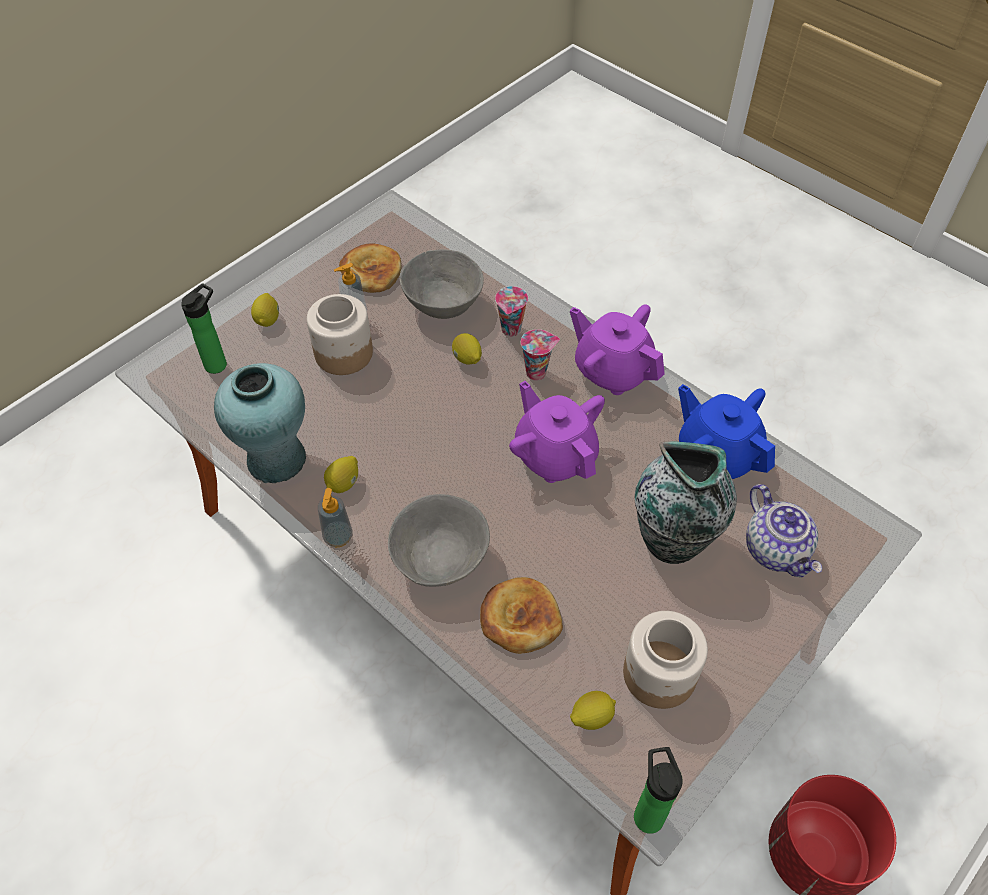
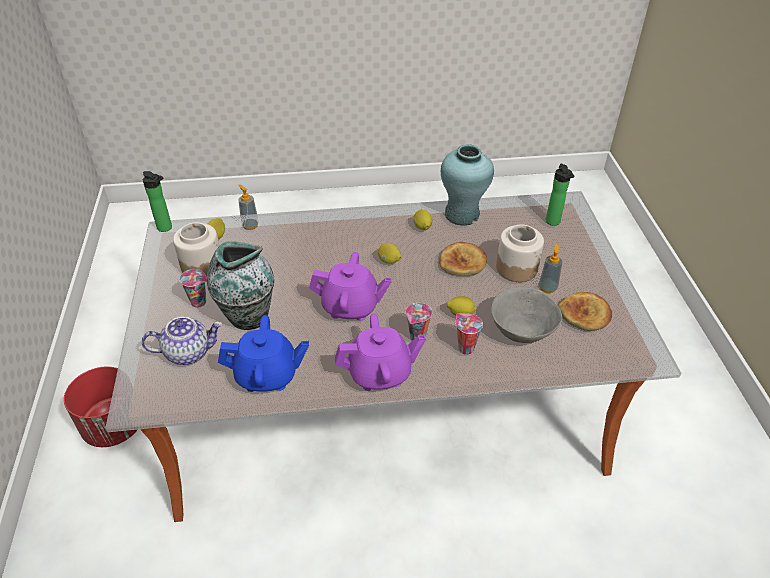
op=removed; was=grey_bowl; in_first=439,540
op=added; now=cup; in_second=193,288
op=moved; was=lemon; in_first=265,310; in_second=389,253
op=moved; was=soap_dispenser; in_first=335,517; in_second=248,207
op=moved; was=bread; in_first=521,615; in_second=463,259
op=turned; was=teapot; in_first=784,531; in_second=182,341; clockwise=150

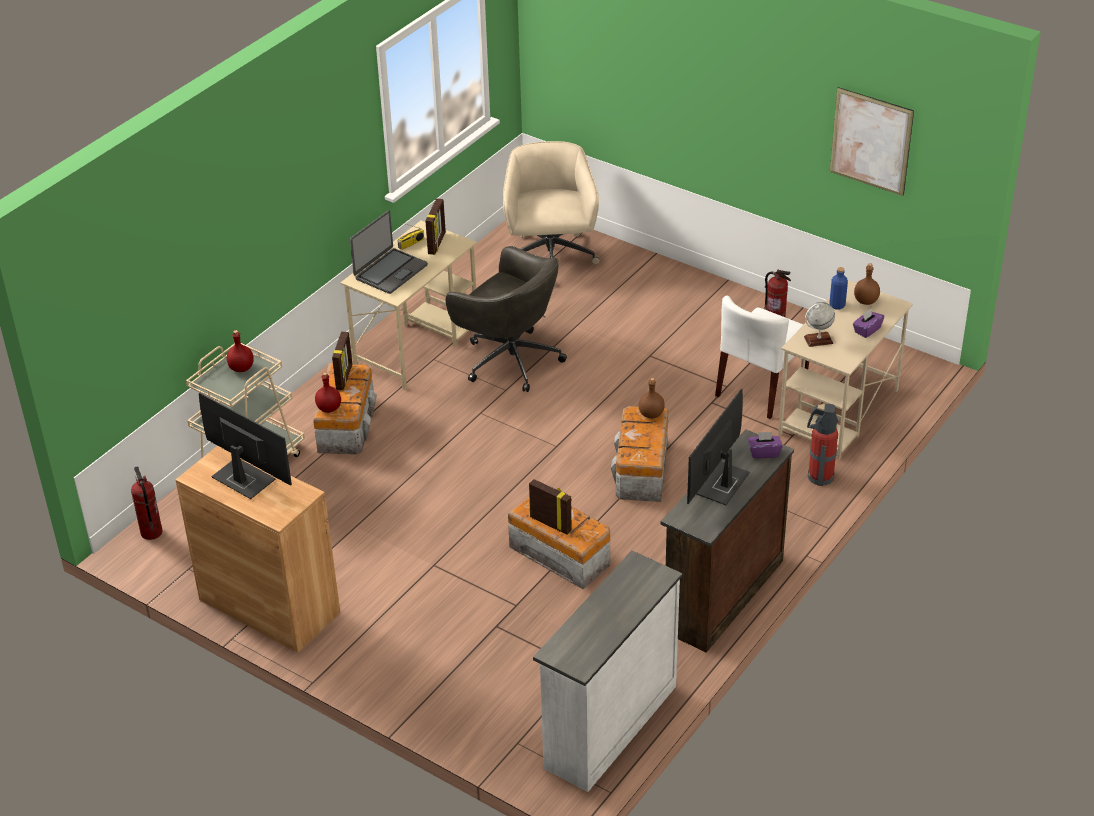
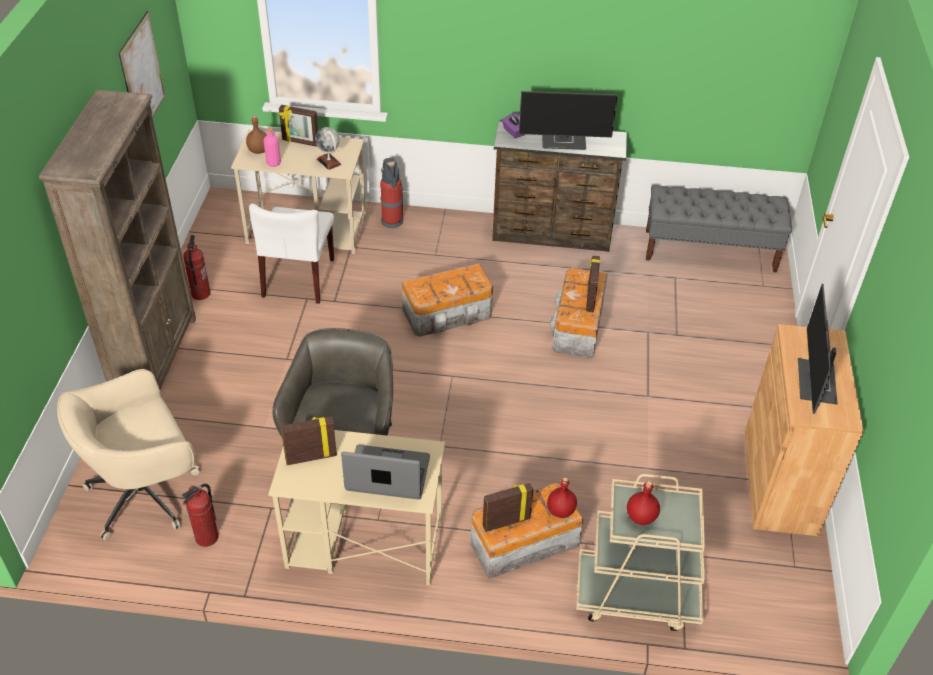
op=removed; was=radio; in_first=411,236
op=removed; was=brown_bottle; in_first=652,398
op=added; now=brown_bookcase; in_second=117,239
op=moved; was=fire_extinguisher; in_first=147,503; in_second=200,515
op=replaced; was=white_dresser; now=grey_bench; in_first=607,671; in_second=719,229
op=replaced; was=purple_tissue_box; now=picture_frame; in_first=868,323; in_second=298,126
op=recoloured; was=blue_bottle; now=pink_bottle; in_first=838,288; in_second=272,147
op=turned; was=white_chair; in_first=762,357; in_second=291,253; clockwise=90

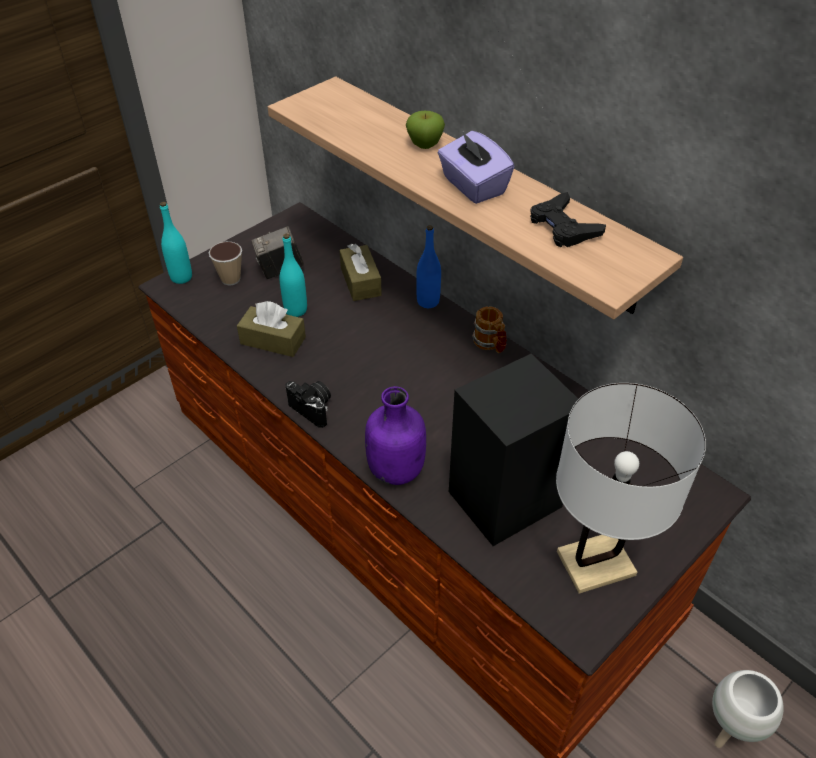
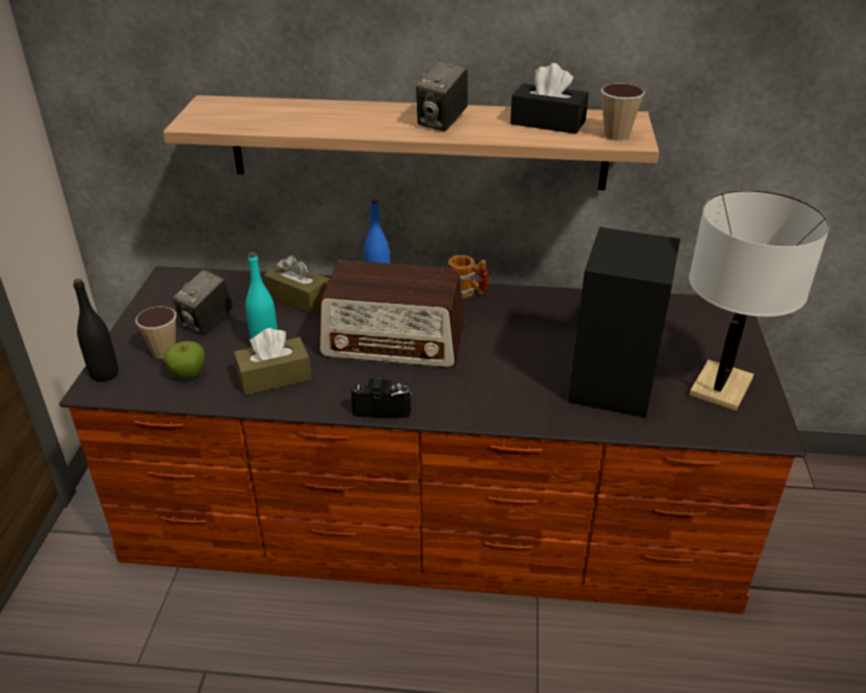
op=removed; was=purple_bottle; in_first=395,435
op=removed; was=white_planter; in_first=748,709
op=added; now=radio; in_second=391,314
op=added; now=cup; in_second=623,112
op=moved; was=apple; in_first=425,130; in_second=184,360
op=replaced; was=purple_tissue_box; now=photo_camera; in_first=476,167; in_second=442,96
op=replaced; was=black_game_controller; now=black_tissue_box; in_first=568,219; in_second=549,98
op=recoloured; was=turquoise_bottle; now=black_bottle; in_first=176,243; in_second=95,330

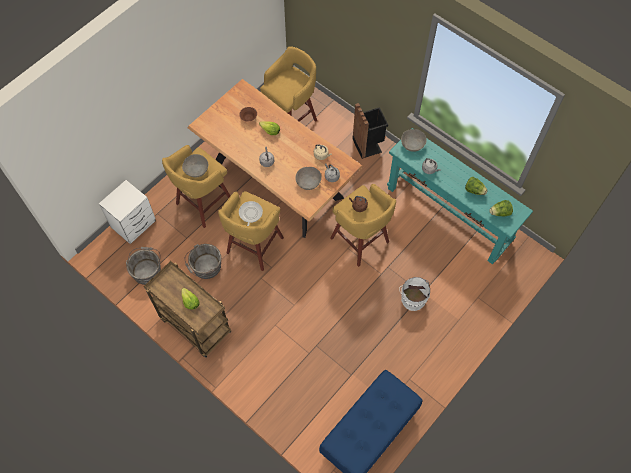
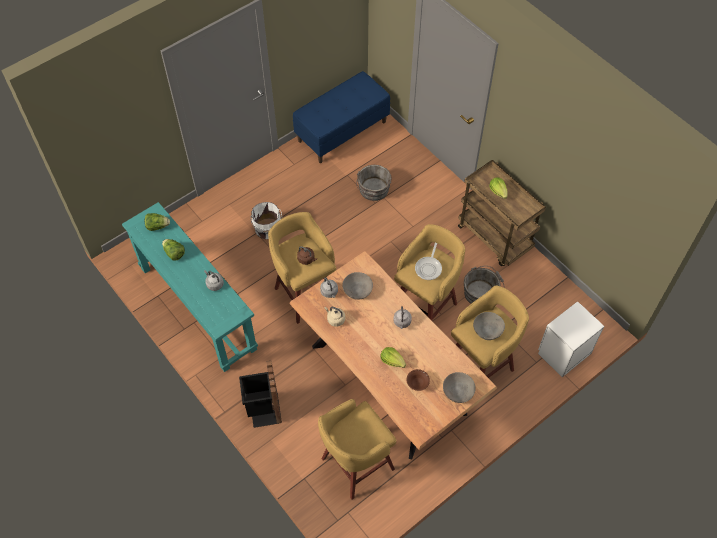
op=moved; was=grey_bucket; in_first=143,266; in_second=373,183
op=moved; was=grey_bowl; in_first=414,140; in_second=459,387

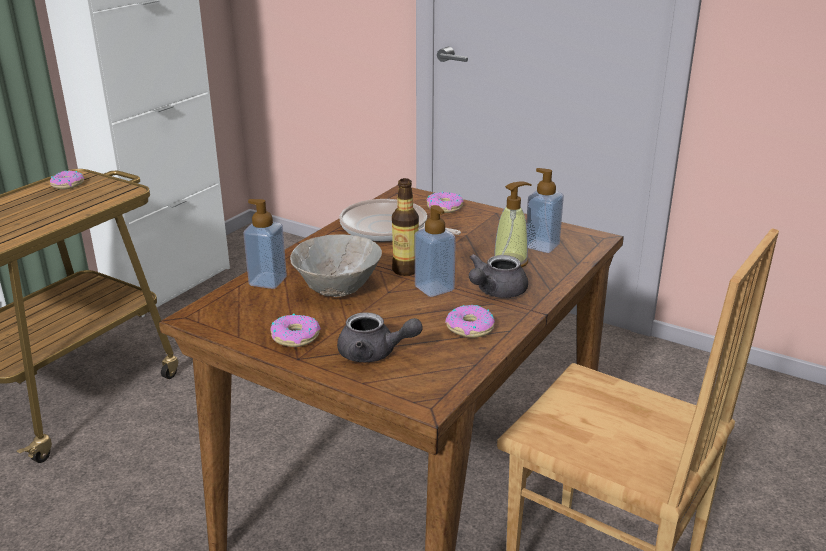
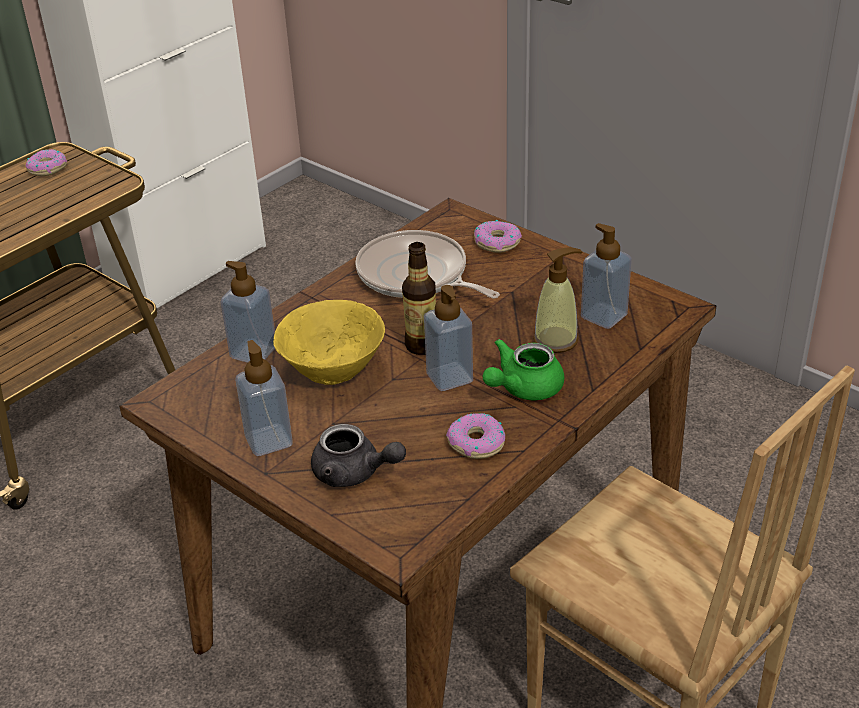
op=replaced; was=donut; now=soap_dispenser; in_first=295,330; in_second=264,398
op=recoloured; was=grey_bowl; now=yellow_bowl; in_first=336,265; in_second=329,342
op=recoloured; was=grey_teapot; now=green_teapot; in_first=498,276; in_second=523,369

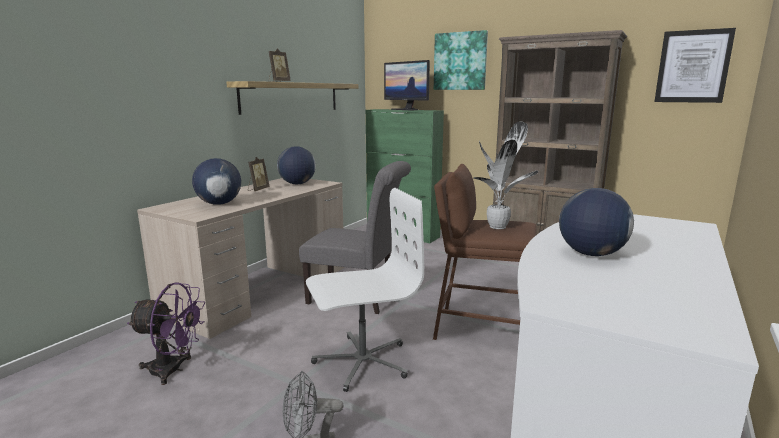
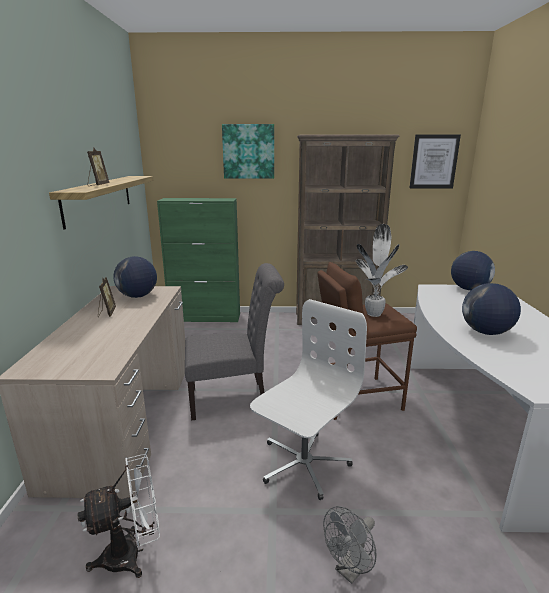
op=removed; was=monitor; in_first=407,85
op=moved; was=globe; in_first=216,181; in_second=473,270
op=recoloured; was=purple_fan; now=white_fan; in_first=166,333; in_second=119,516

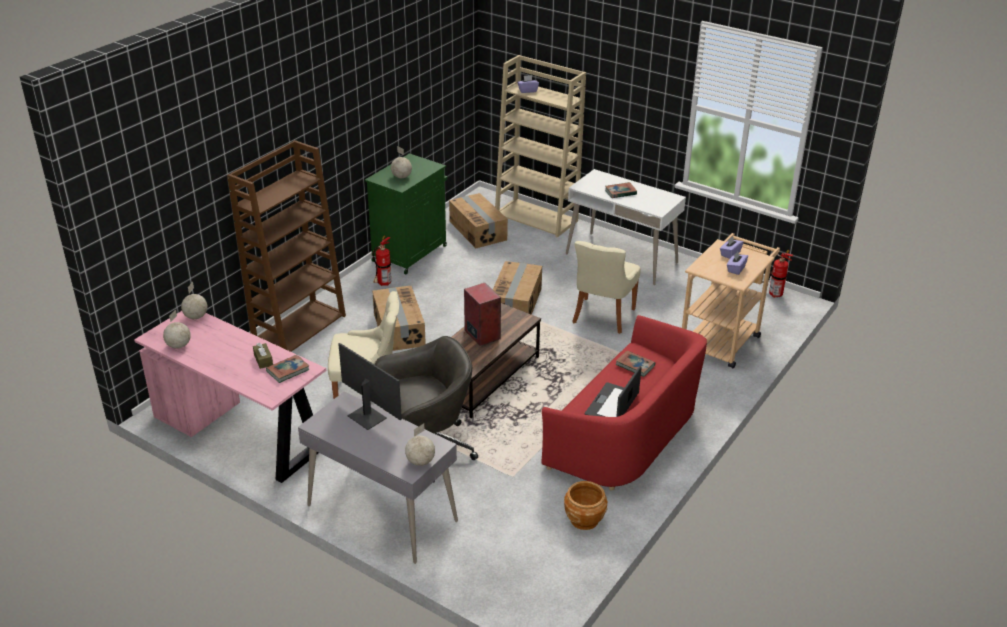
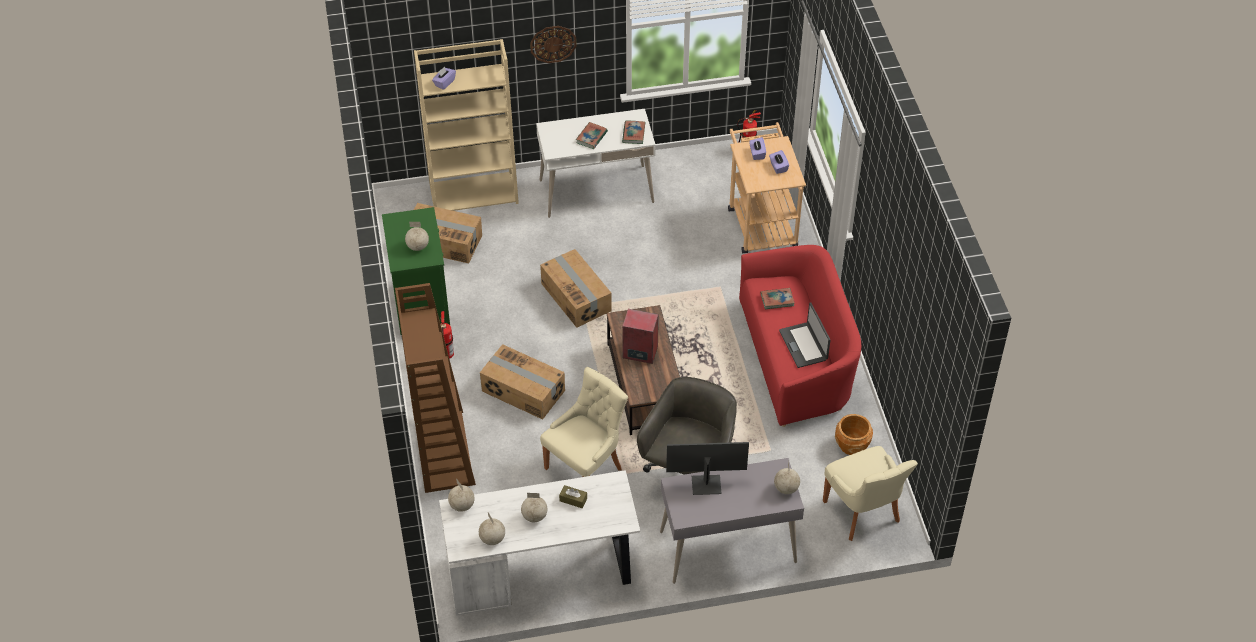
op=added; now=globe; in_second=534,507
op=added; now=wall_clock; in_second=553,44
op=moved; was=book; in_first=288,369; in_second=633,132
op=moved; was=beige_chair; in_first=606,287; in_second=870,493
op=recoloured; was=pink_desk; now=white_desk; in_first=230,397; in_second=539,542

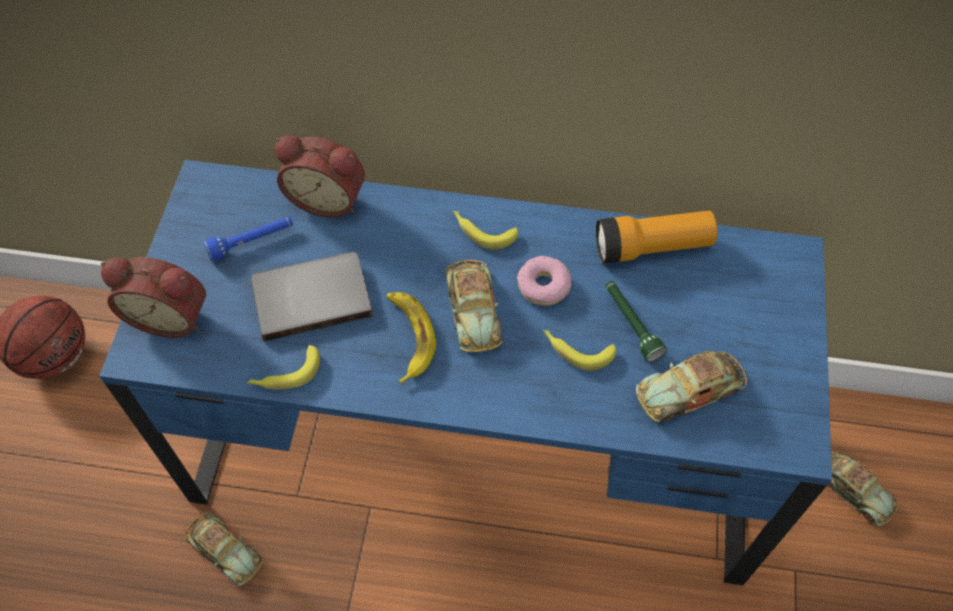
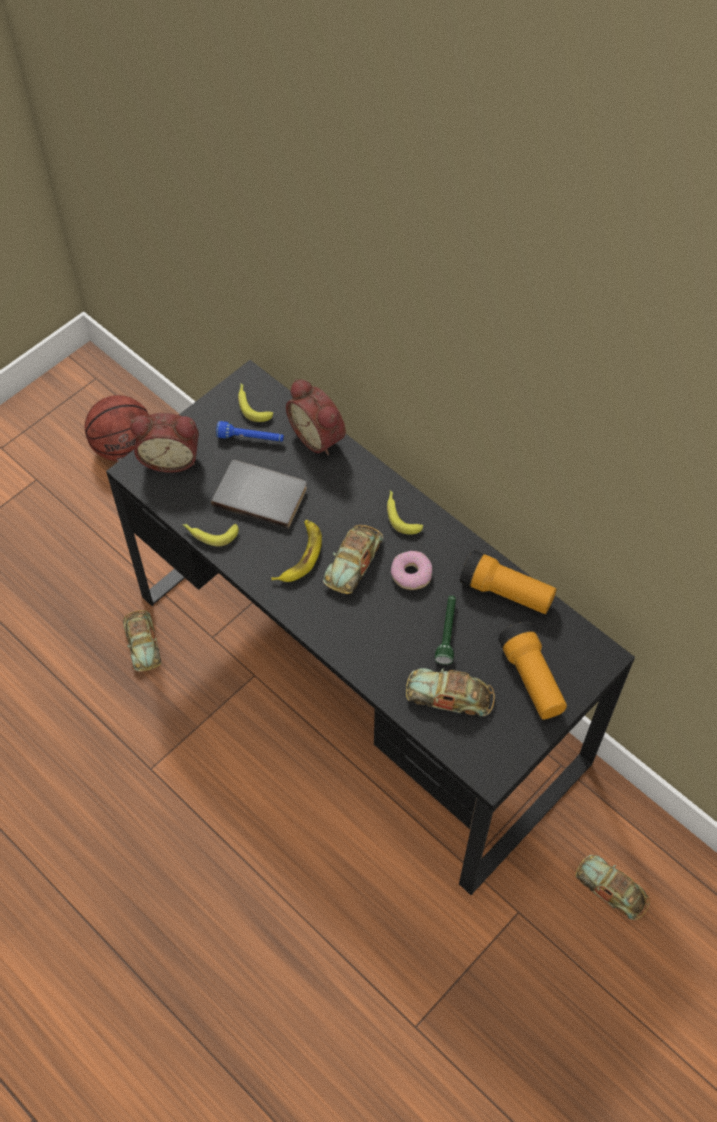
op=added; now=flashlight; in_second=532,671
op=moved; was=banana; in_first=579,350; in_second=255,402
op=recoloured; was=blue_desk; now=black_desk; in_first=465,372; in_second=370,627
op=turned; was=alarm_clock; in_first=153,297; in_second=164,443; clockwise=-45
op=turned; was=toy_car; in_first=862,489; in_second=612,887; clockwise=135

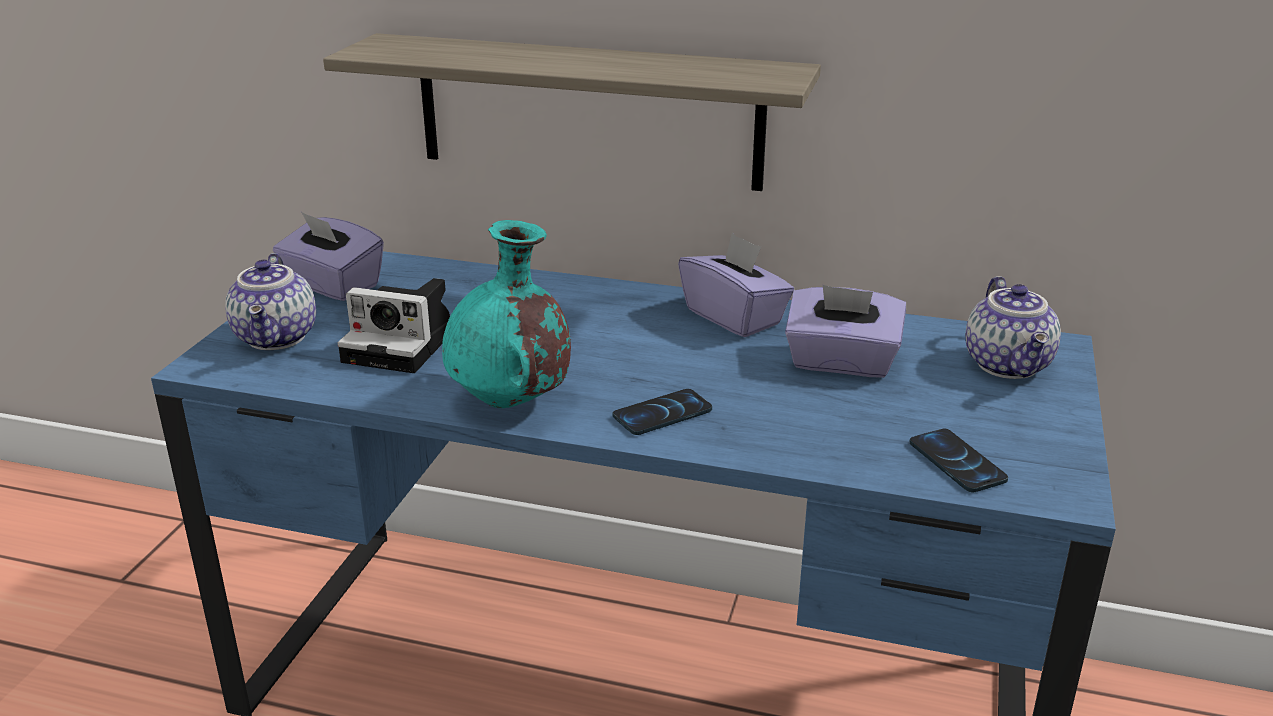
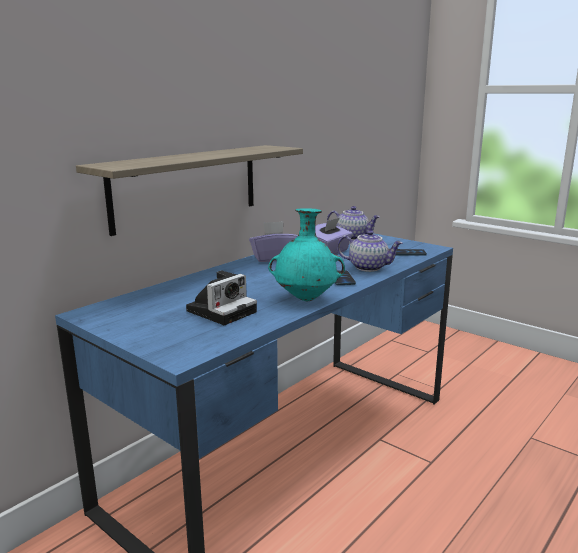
op=removed; was=purple_tissue_box; in_first=328,256
op=moved; was=teapot; in_first=270,301; in_second=370,251

